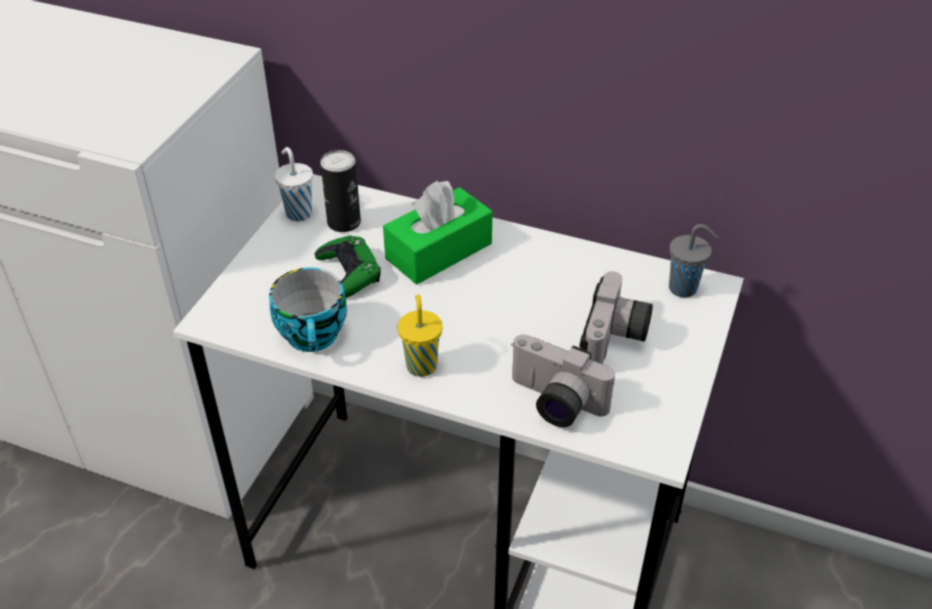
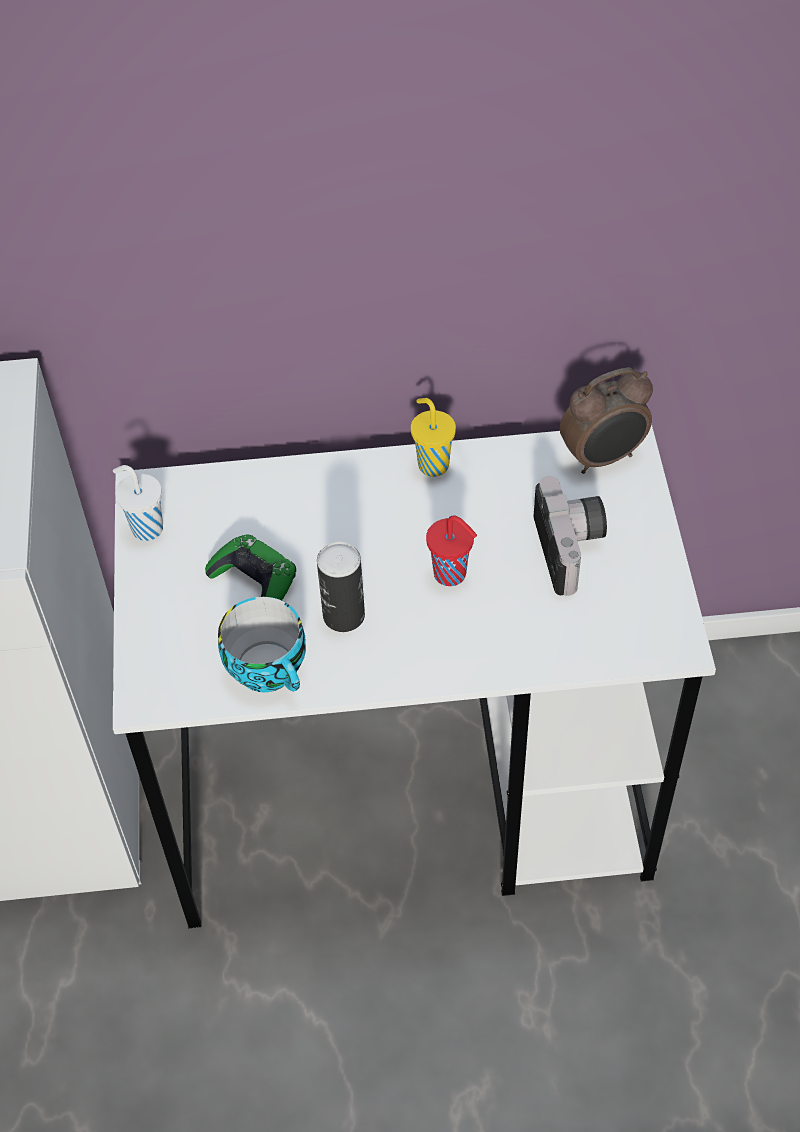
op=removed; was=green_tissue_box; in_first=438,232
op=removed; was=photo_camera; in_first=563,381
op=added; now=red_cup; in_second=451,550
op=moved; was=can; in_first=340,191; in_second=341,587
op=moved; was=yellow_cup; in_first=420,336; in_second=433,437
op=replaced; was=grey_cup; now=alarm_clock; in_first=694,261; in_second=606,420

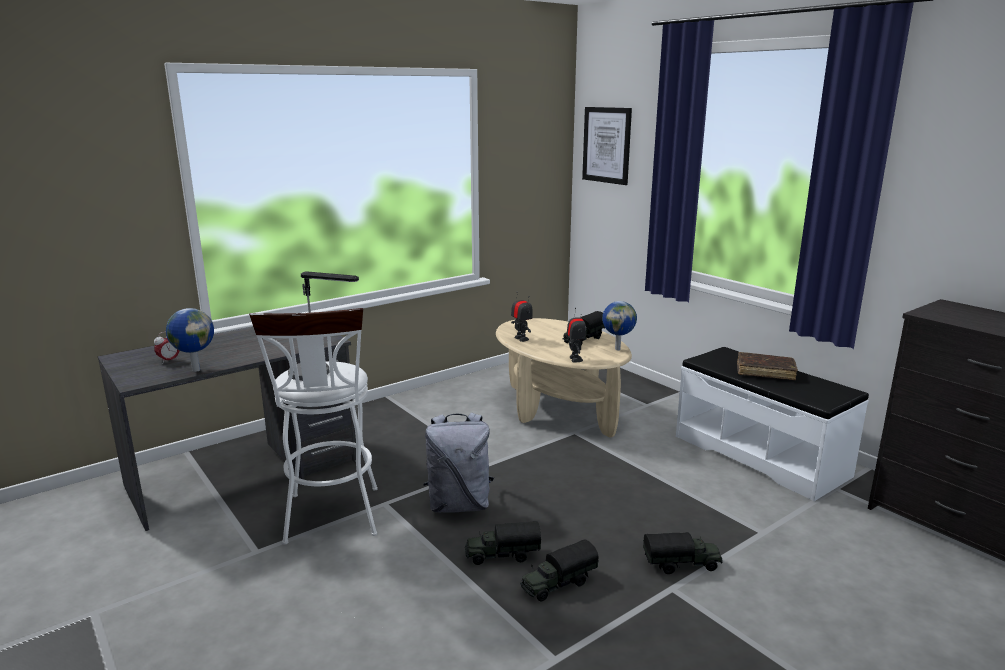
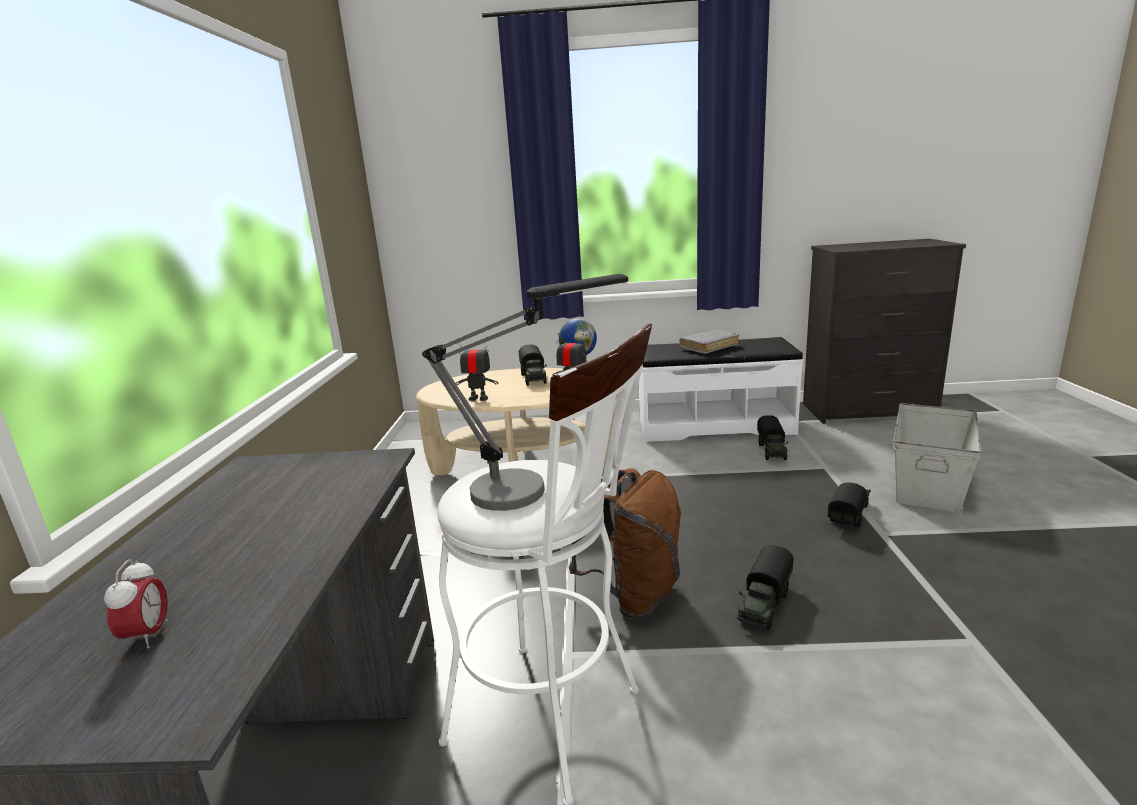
op=removed; was=globe; in_first=190,340
op=removed; was=picture; in_first=607,146
op=added; now=grey_storage_box; in_second=937,458
op=moved; was=toy_truck; in_first=559,571; in_second=772,437
op=recoloured; was=grey_backpack; now=brown_backpack; in_first=458,462; in_second=625,543
op=recoloured; was=brown_book; now=grey_book; in_first=767,366; in_second=709,342

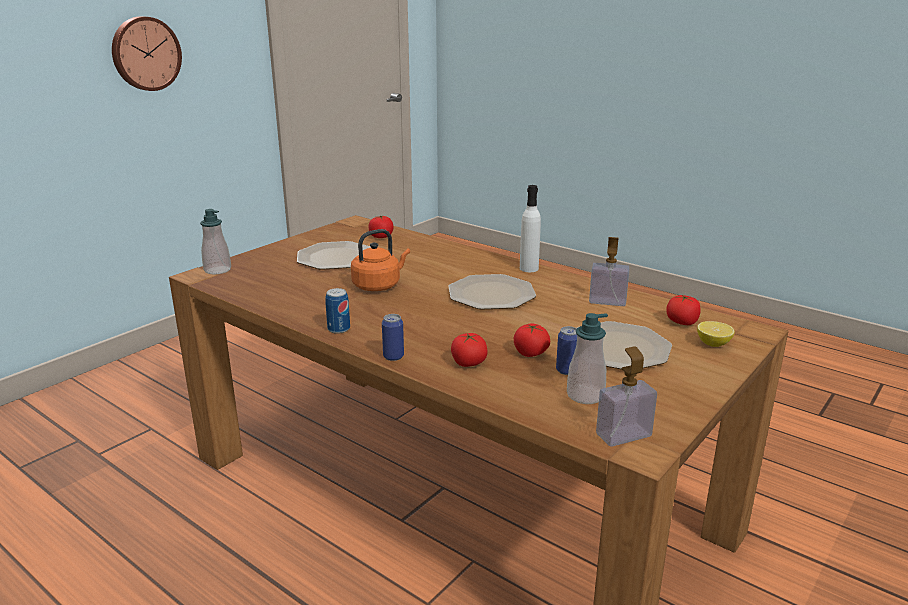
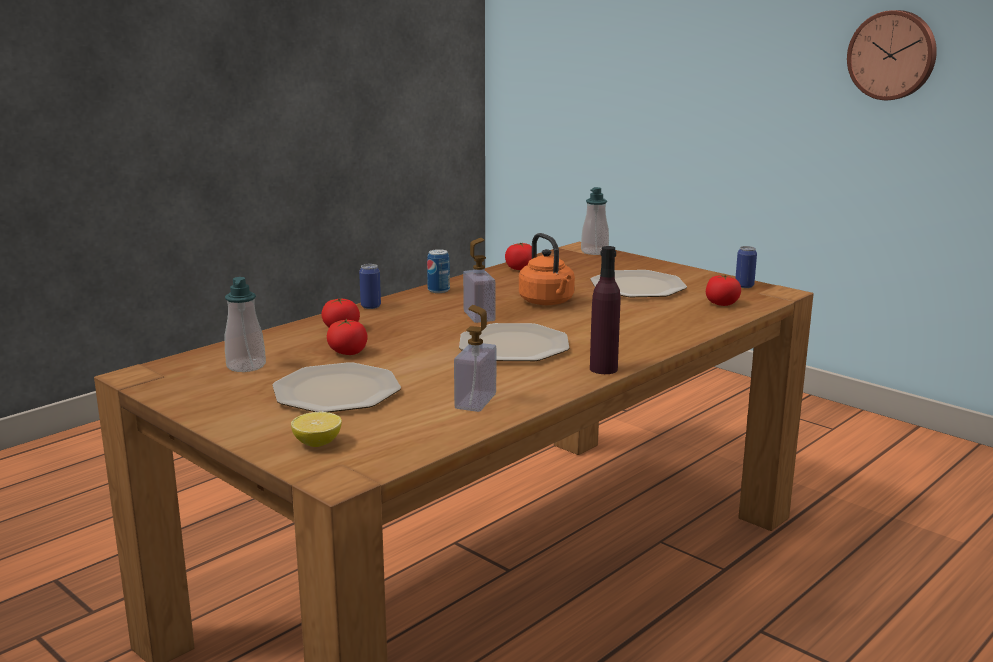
op=moved; was=can; in_first=566,350; in_second=746,267
op=moved; was=soap_dispenser; in_first=626,396; in_second=479,280
op=moved; was=tomato; in_first=683,309; in_second=518,256
op=recoloured; was=white_bottle; now=purple_bottle; in_first=530,228; in_second=605,310

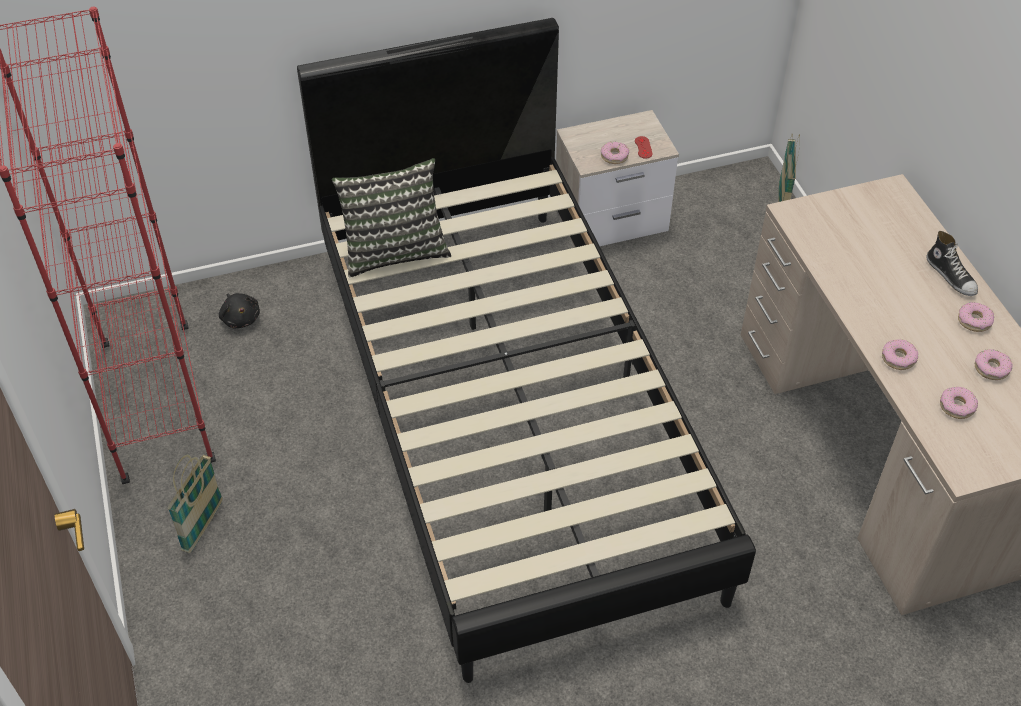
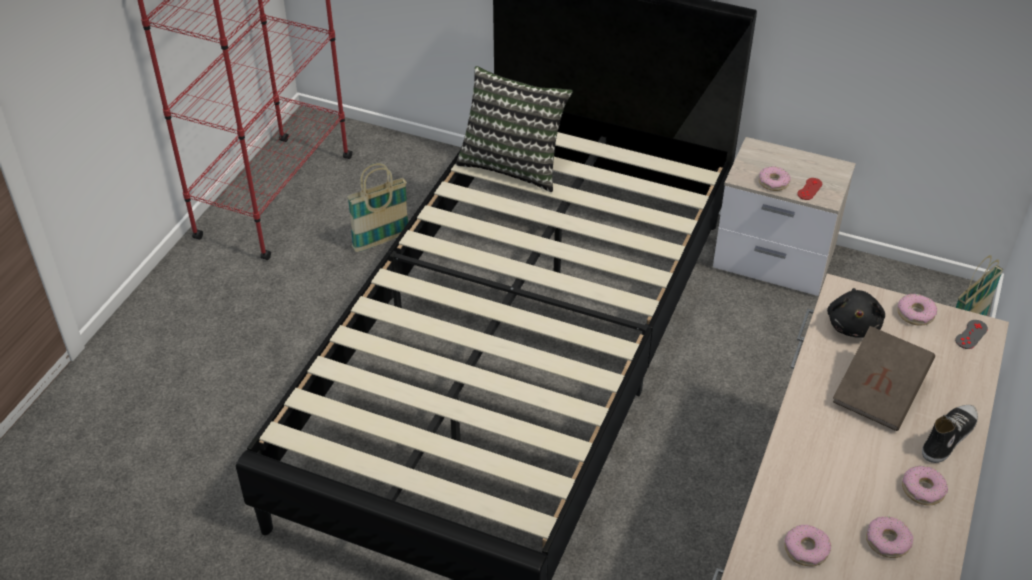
op=added; now=brown_book; in_second=884,378
op=added; now=grey_game_controller; in_second=971,334
op=moved; was=basket; in_first=195,503; in_second=377,207
op=moved; was=black_plush_toy; in_first=239,311; in_second=856,313
op=moved; was=donut; in_first=900,354; in_second=917,309
op=turned; was=shoe; in_first=952,263; in_second=950,434; clockwise=-150

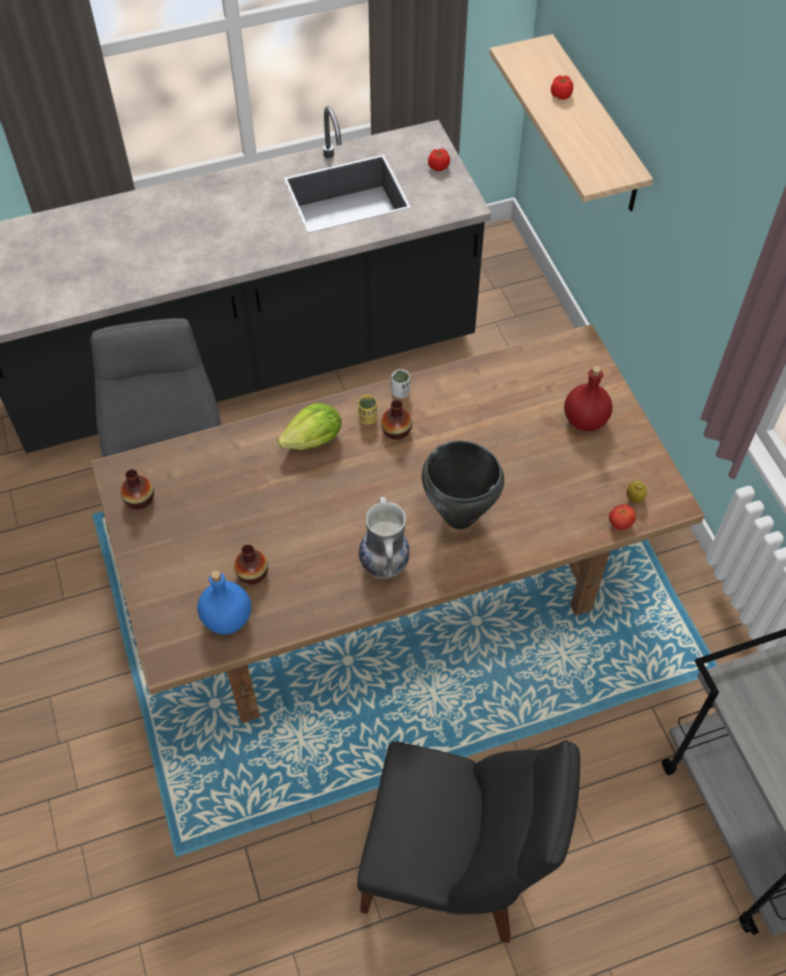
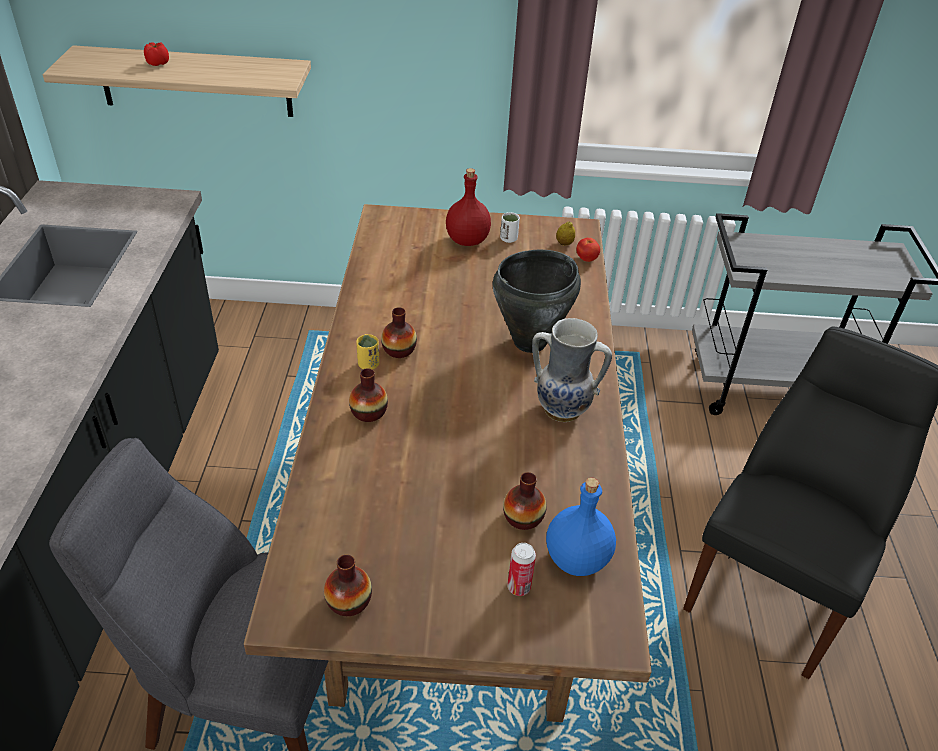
op=removed; was=tomato; in_first=439,159
op=added; now=can; in_second=521,569
op=moved; was=white_cup; in_first=400,384; in_second=510,227
op=replaced; was=lettuce; now=vase; in_first=309,426; in_second=368,395

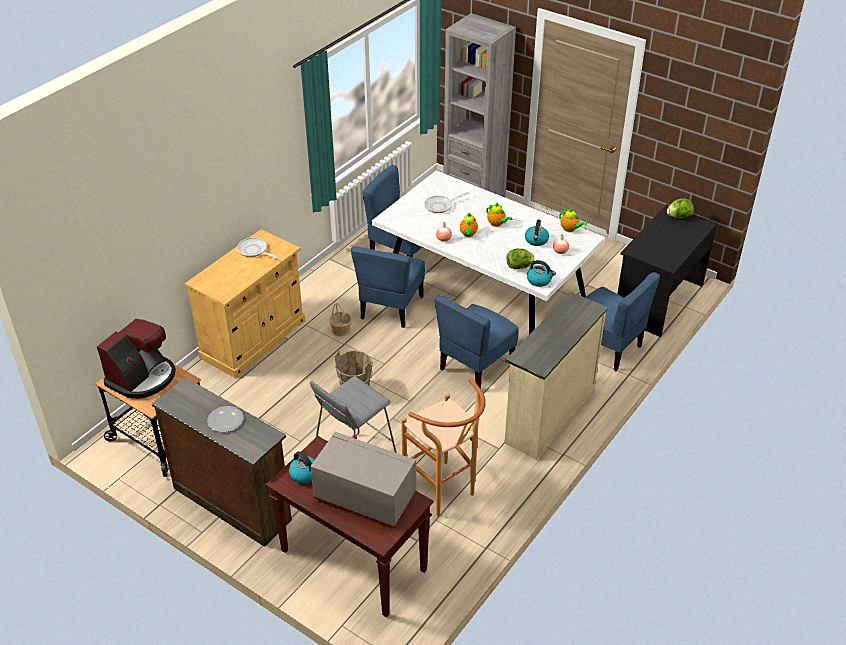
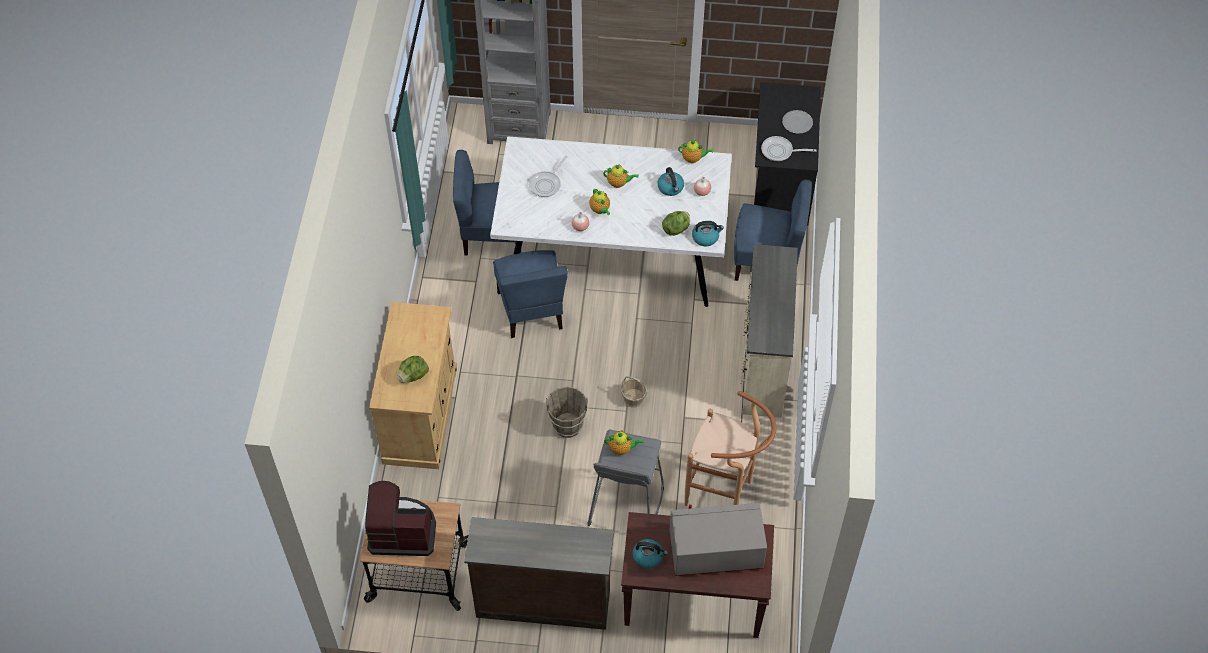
op=removed; was=blue_chair; in_first=476,342
op=added; now=teapot; in_second=624,442
op=moved; was=plate; in_first=225,419; in_second=797,122
op=moved; was=frying_pan; in_first=258,248; in_second=789,148
op=moved; was=basket; in_first=340,319; in_second=634,392
op=moved; was=lettuce; in_first=680,208; in_second=413,369
op=turned; was=coffee_machine; in_first=136,359; in_second=400,518; clockwise=-90

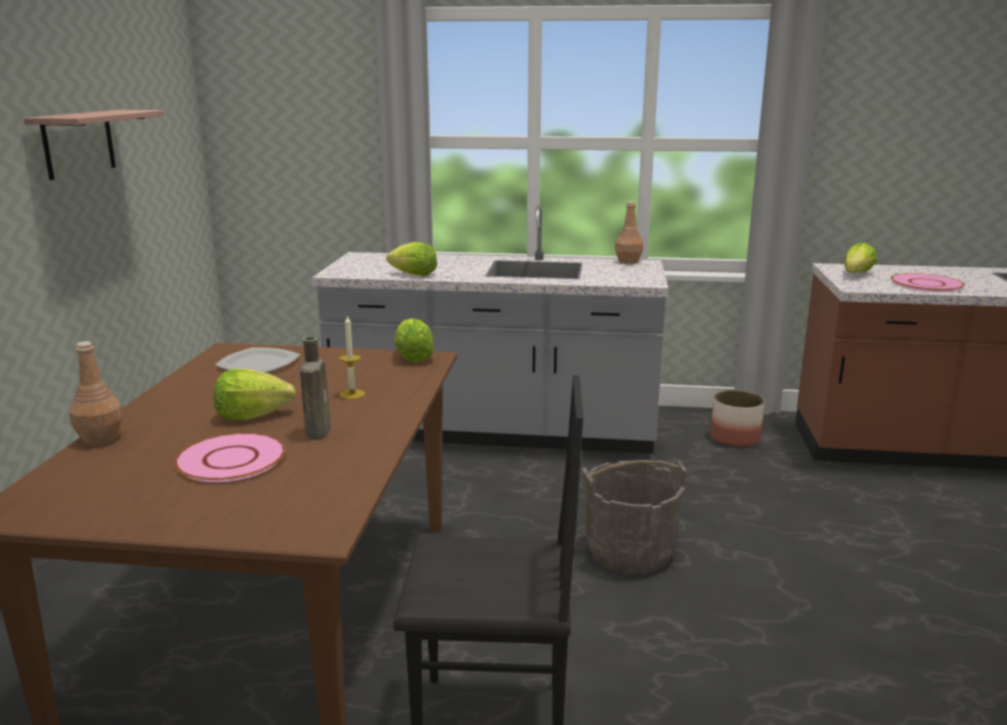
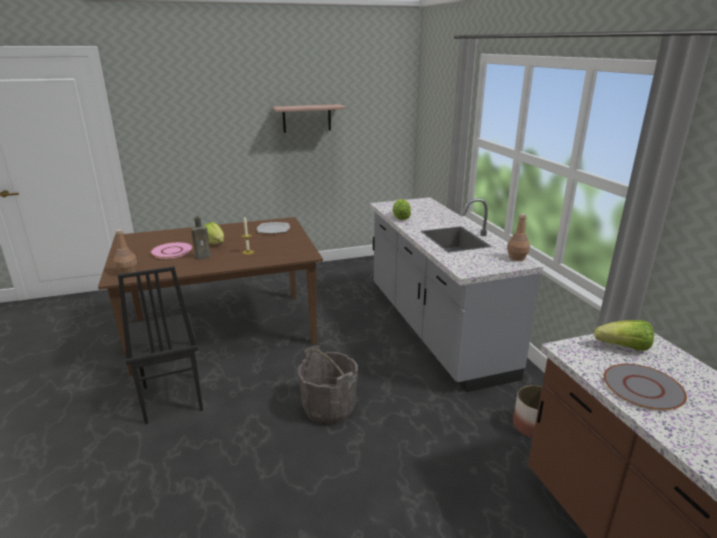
op=removed; was=lettuce; in_first=414,340
op=moved; was=brown_bottle; in_first=96,393; in_second=125,251
op=recoloured; was=pink_plate; now=grey_plate; in_first=928,282; in_second=645,387

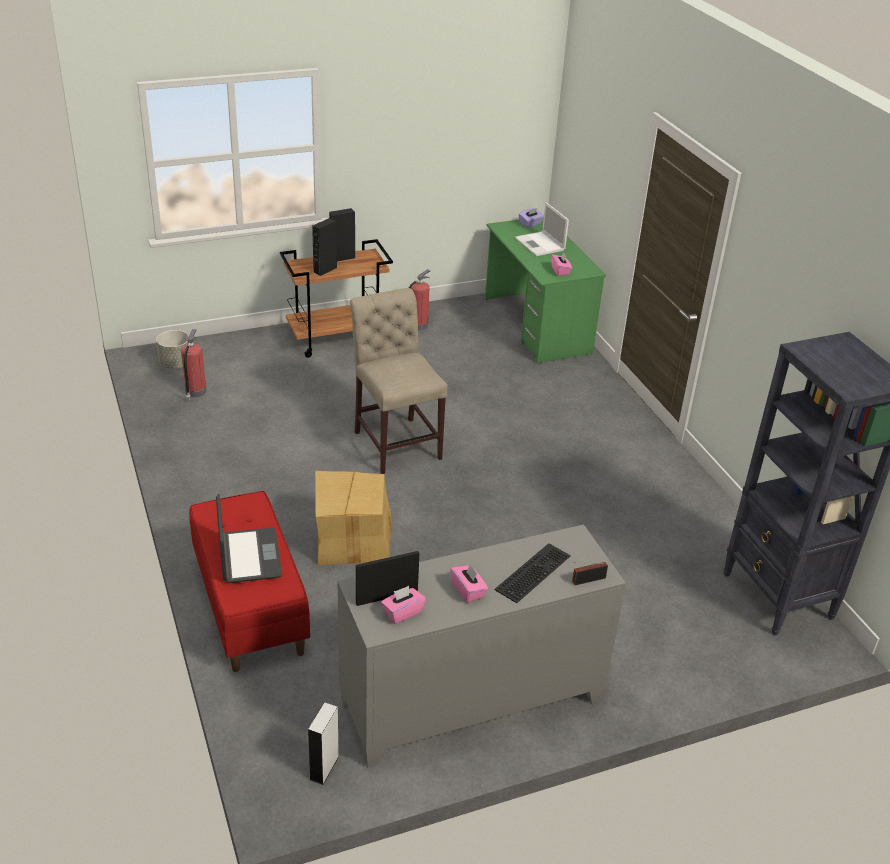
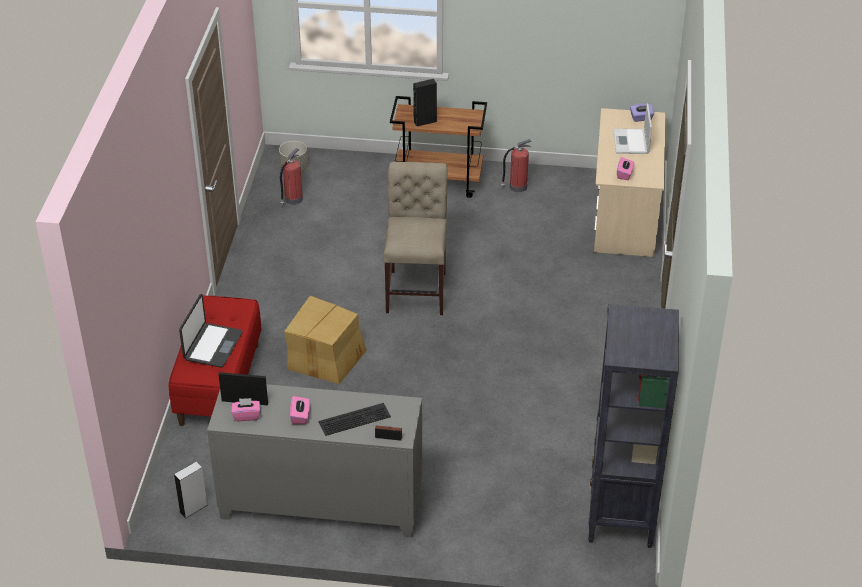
op=removed; was=black_speaker; in_first=342,235
op=recoloured; was=green_desk; now=beige_desk; in_first=545,290; in_second=630,182

